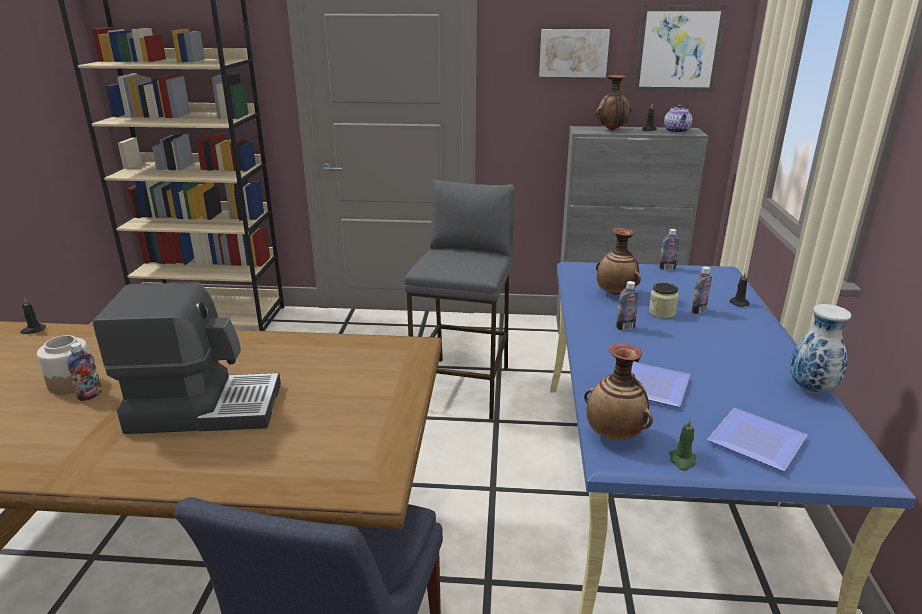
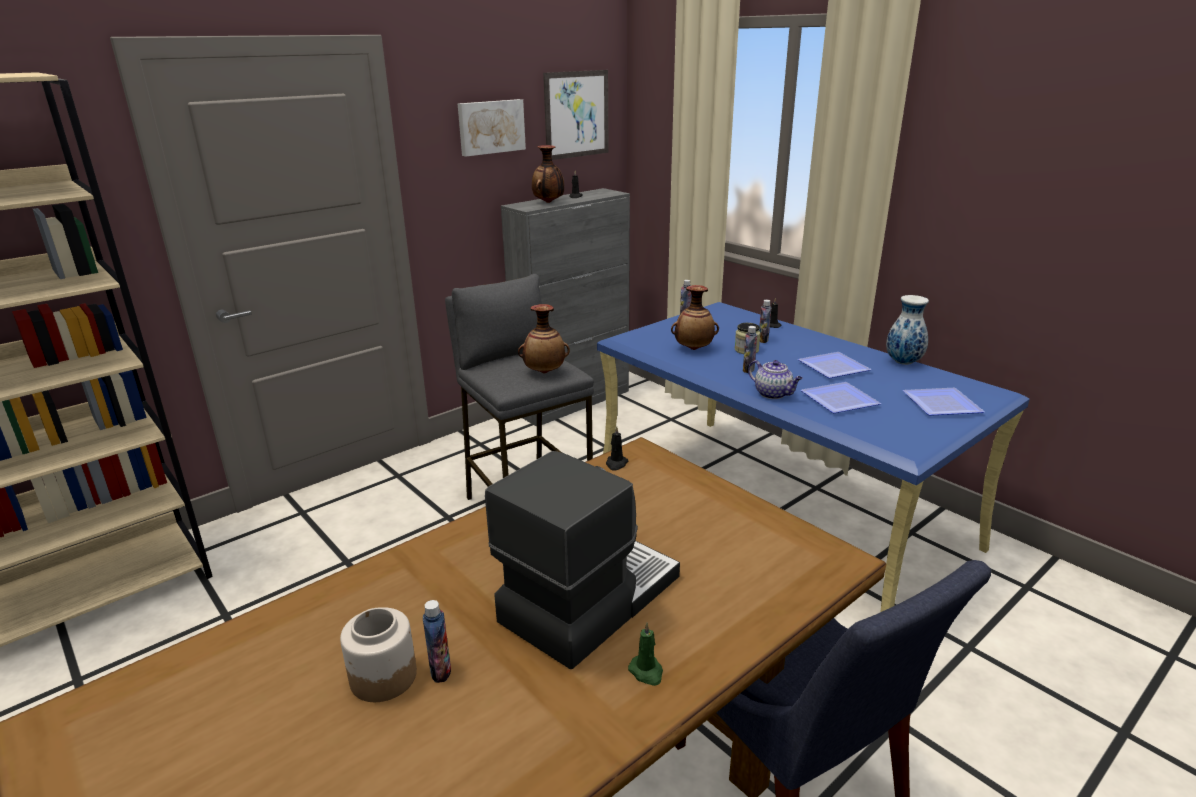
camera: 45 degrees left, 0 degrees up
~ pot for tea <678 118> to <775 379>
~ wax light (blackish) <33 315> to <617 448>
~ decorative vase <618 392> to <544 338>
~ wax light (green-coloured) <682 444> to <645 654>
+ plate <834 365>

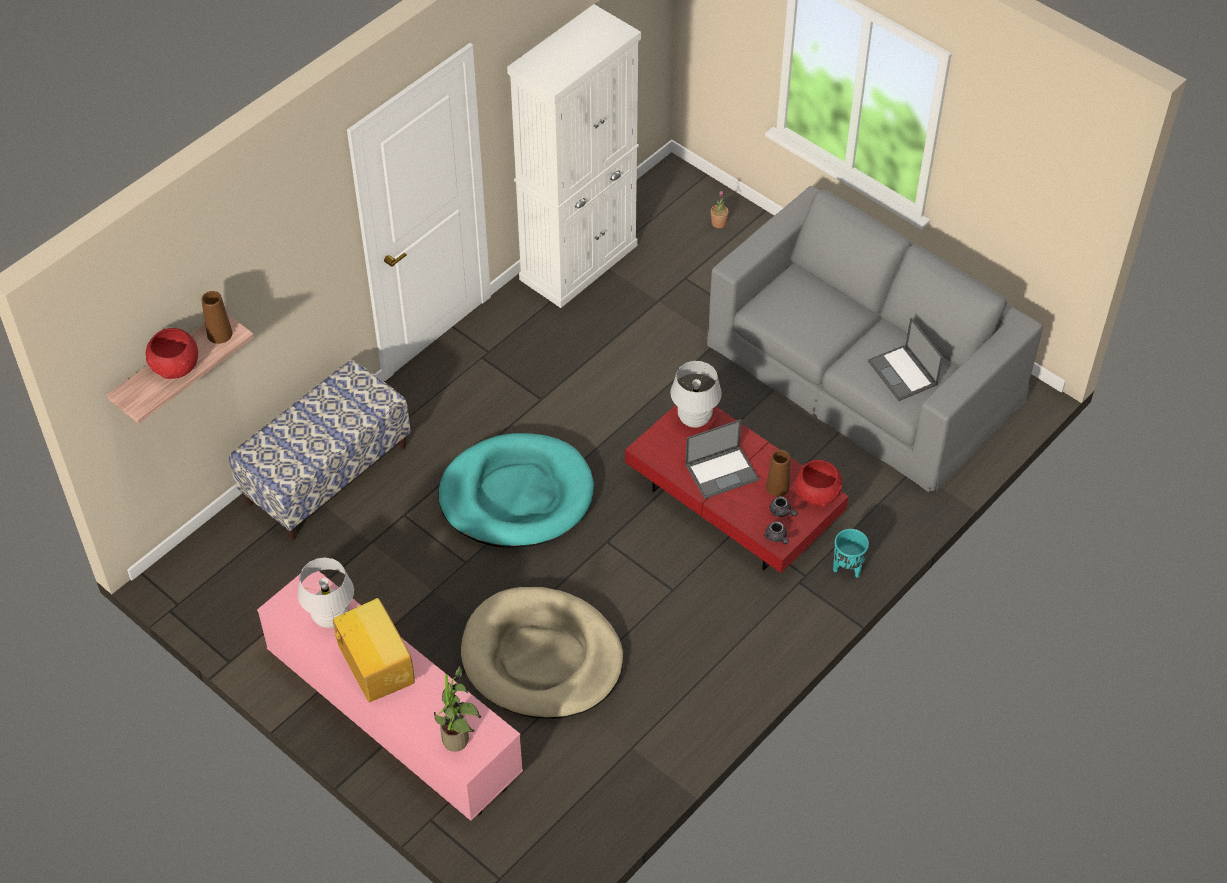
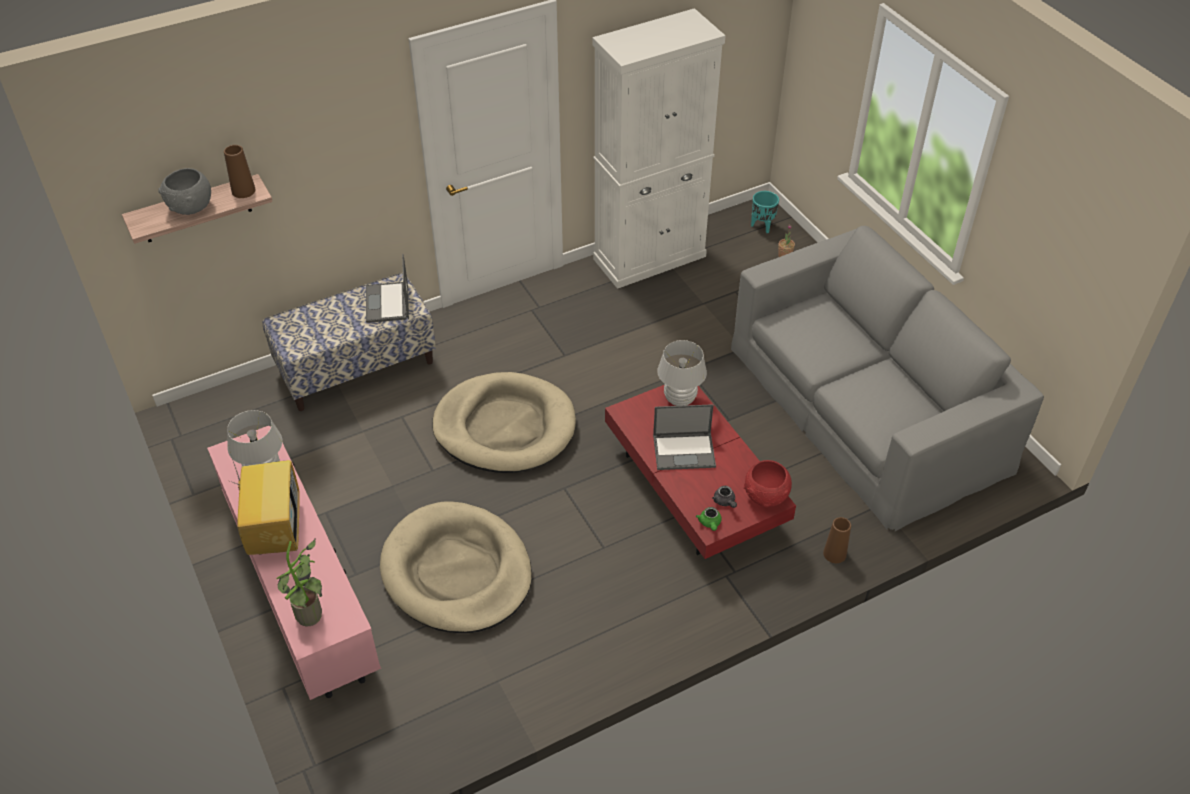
camera: 20 degrees right, 5 degrees down
~ laptop <905 359> to <387 288>
~ bowl (red-coloured) <172 353> to bowl (grey) <184 191>
~ pet bed (turquoise-coloured) <516 490> to pet bed (sand-coloured) <504 422>
~ decorative vase (brownish) <778 473> to <837 540>
~ pot for tea (grey) <776 532> to pot for tea (green-coloured) <709 519>
~ flower pot (turquoise-coloured) <851 553> to <765 212>

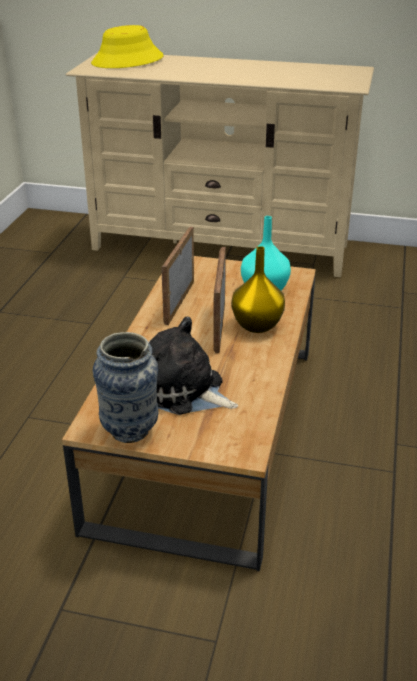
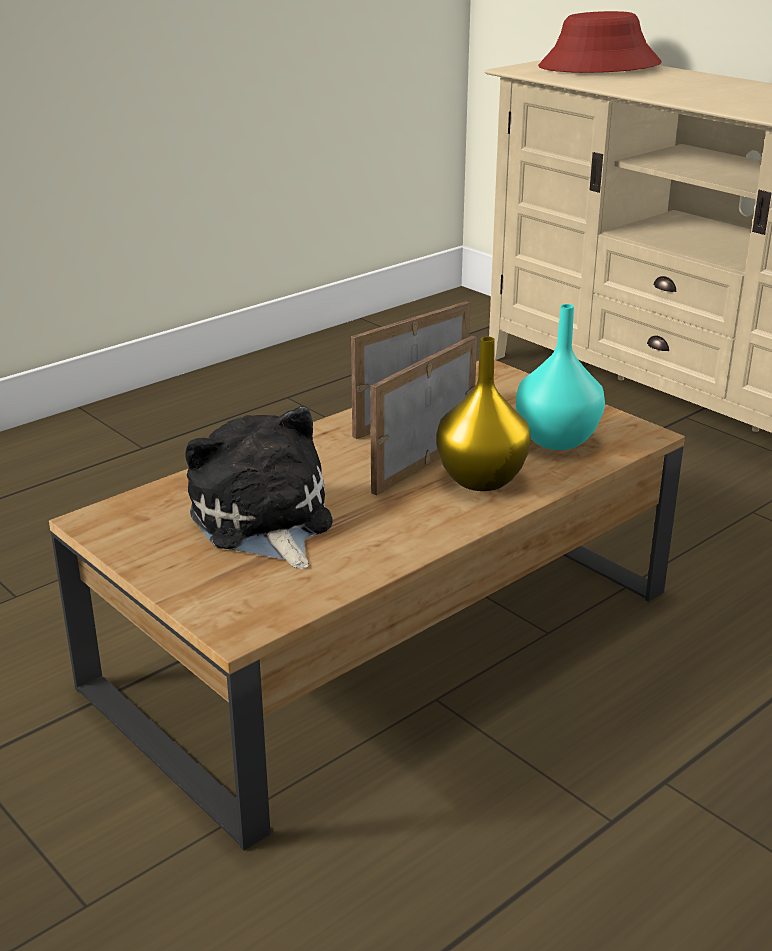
camera: 35 degrees right, 5 degrees down
~ wearable hat (yellow) <127 46> to wearable hat (red-coloured) <600 42>
- decorative vase <125 387>

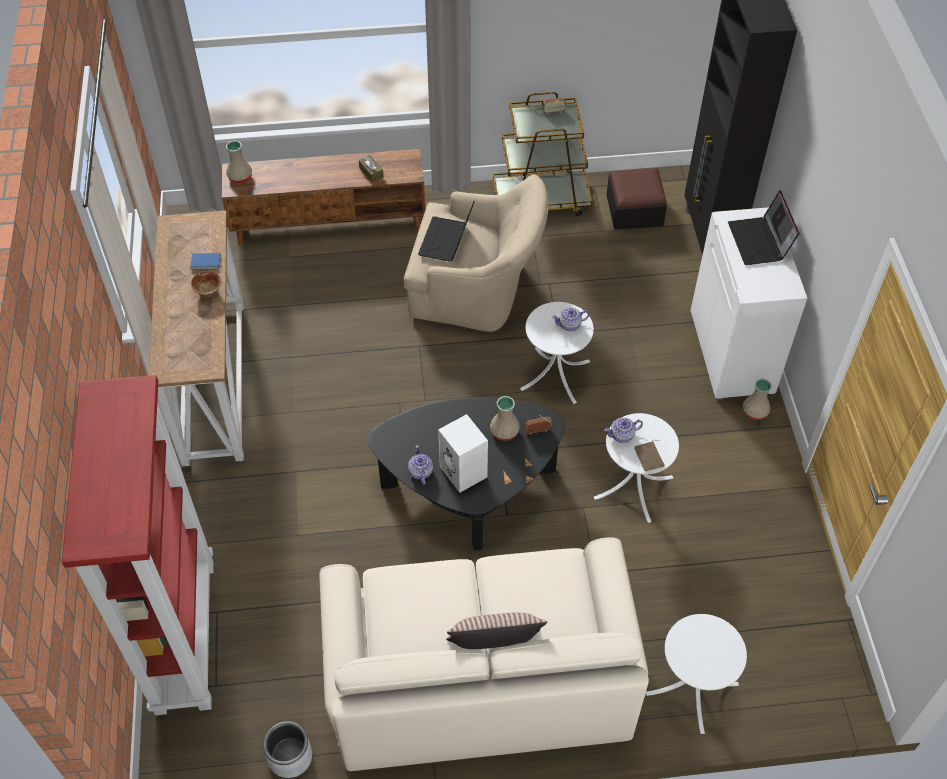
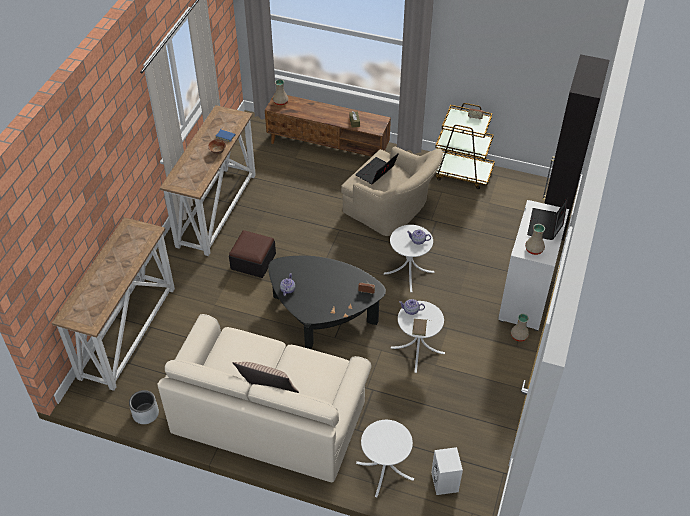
camera: 25 degrees right, 5 degrees down
~ ottoman <636 199> to <252 254>
~ bookshelf (red-coloured) <138 545> to console table <113 304>
~ decorative vase (sand-coloured) <505 418> to <535 239>
~ speaker (white-coloured) <463 453> to <447 471>

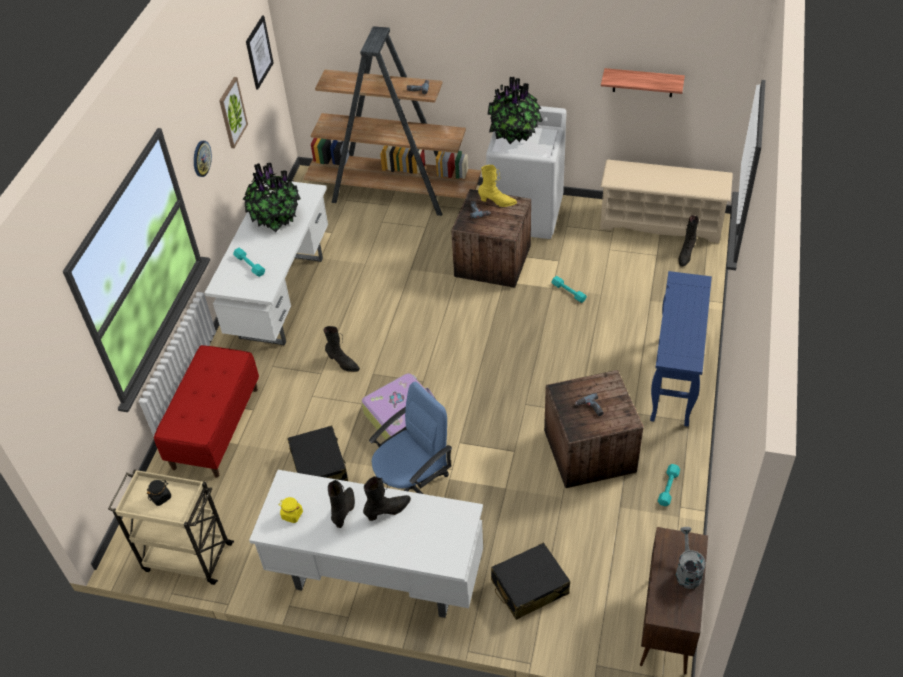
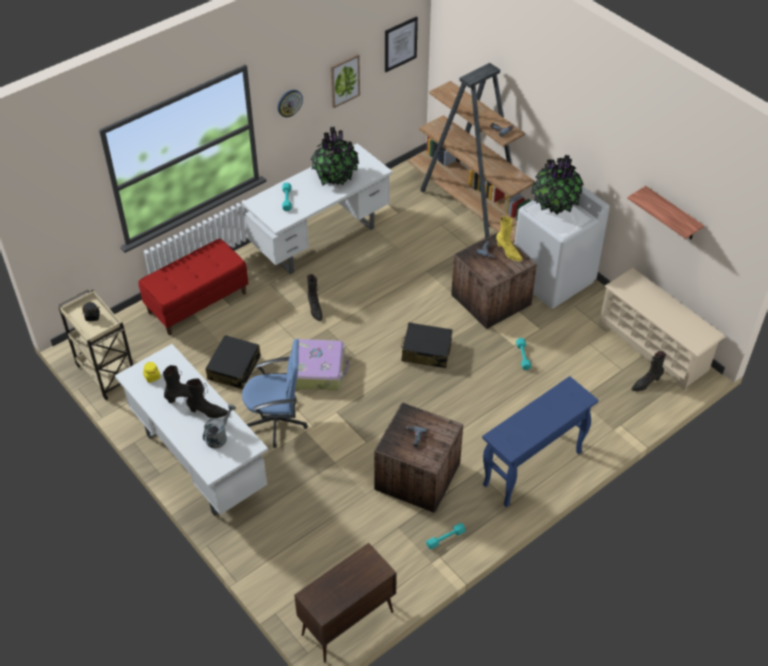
camera: 35 degrees right, 0 degrees up
~ watering pot (grey) <691 558> to <219 426>
~ piece of luggage (blackish) <530 581> to <427 345>

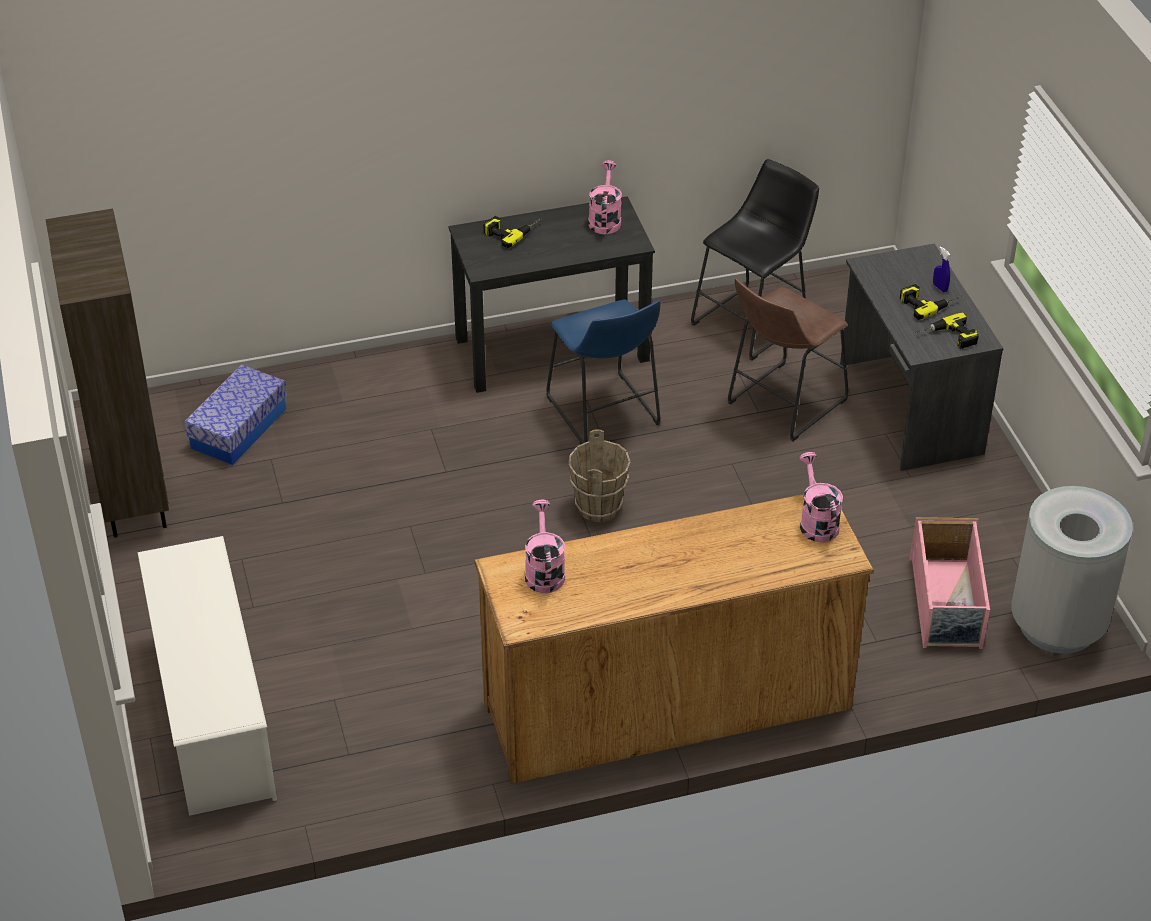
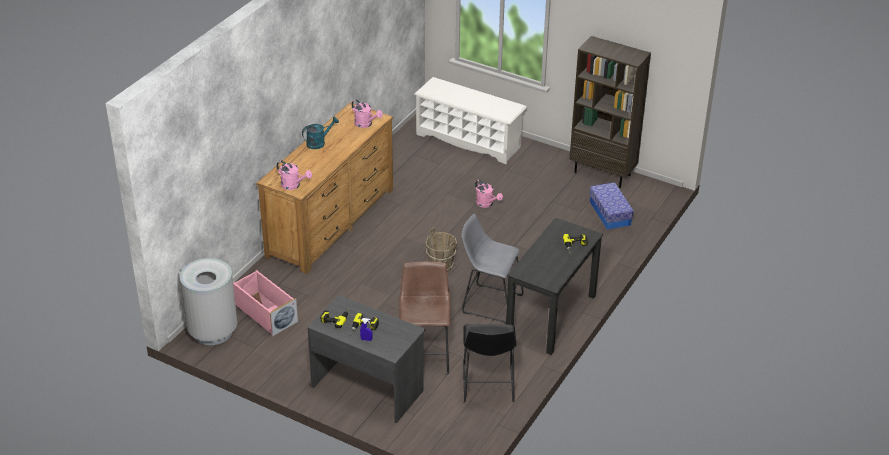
camera: 135 degrees right, 5 degrees down
~ watering pot (pink) <605 197> to <489 194>
~ stool seat (blue) <603 372> to stool seat (grey) <492 268>
+ watering pot (turquoise-coloured) <320 133>

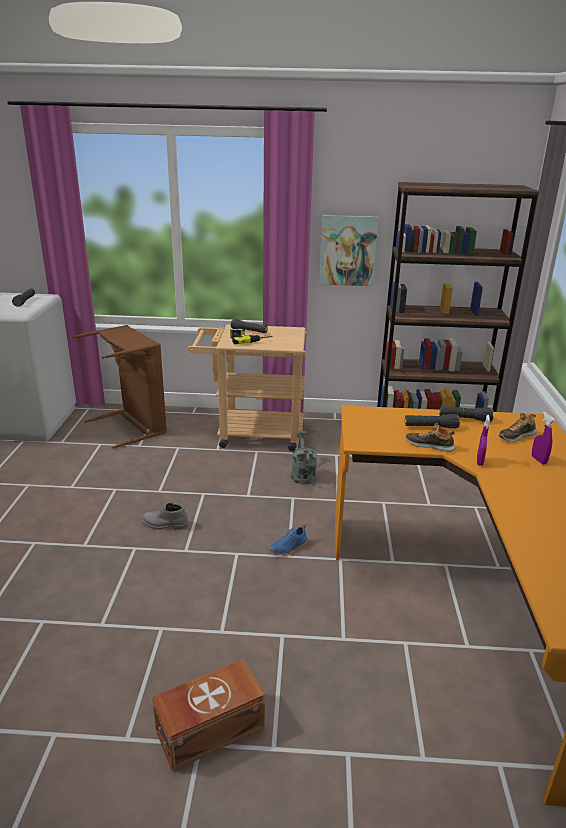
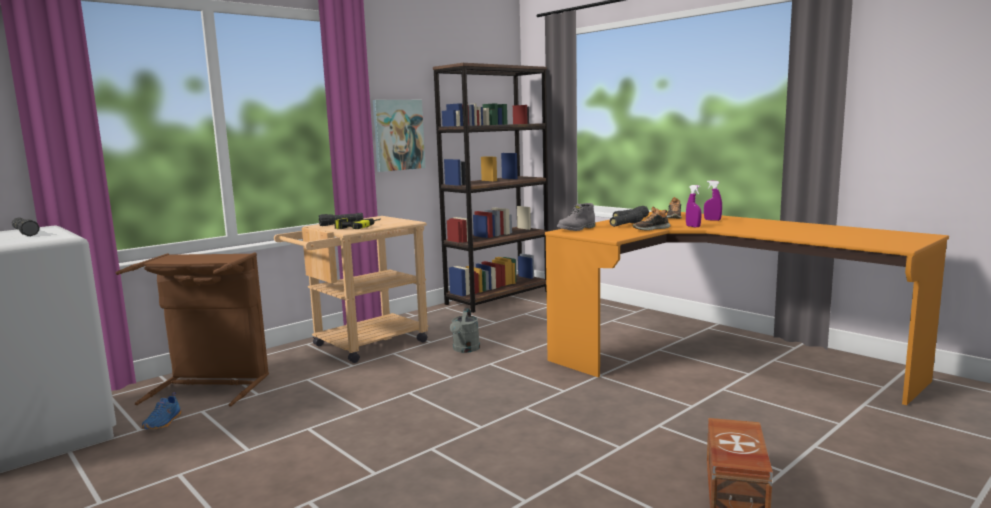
camera: 45 degrees left, 15 degrees down
~ watering pot (grey) <304 458> = <465 330> 120 degrees counterclockwise
~ high-top boot (grey) <165 516> to <576 217>
~ shoe (blue) <288 540> to <161 410>

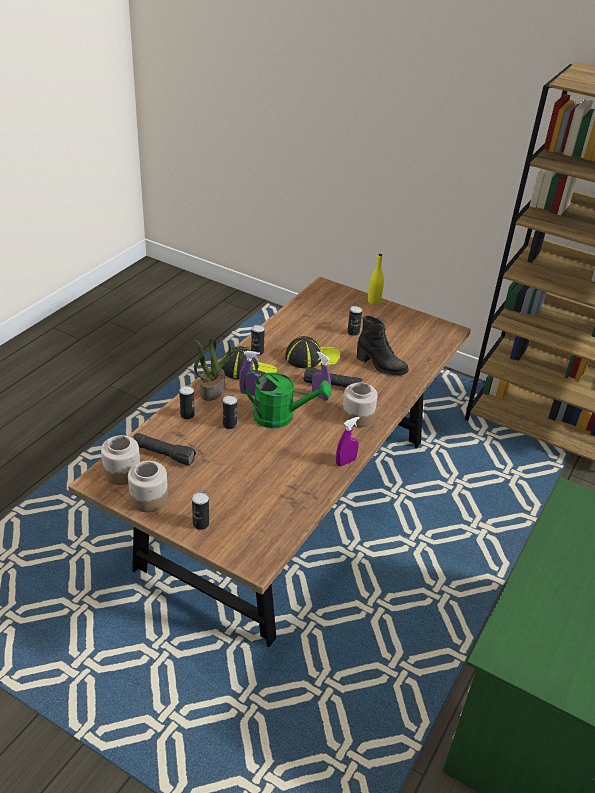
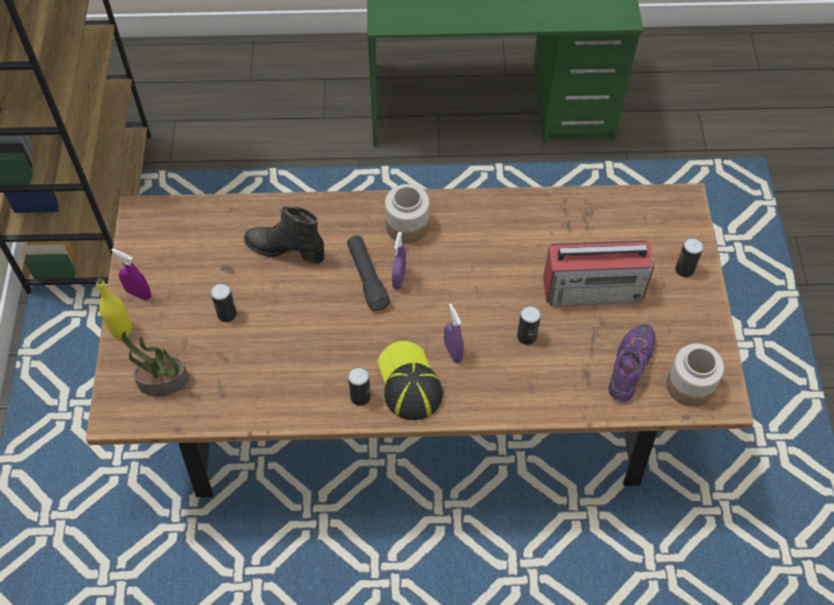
camera: 120 degrees left, 20 degrees up
~ high-top boot (blackish) <383 345> = <284 235> 75 degrees counterclockwise
- cap <312 352>
~ plant in a pot <212 369> to <155 363>
- watering pot (green-coloured) <287 399>
- metal can <187 402>
~ spray bottle (purple-coloured) <348 441> to <131 274>
~ hand torch (blackish) <164 449> to shoe (purple-coloured) <631 363>
- jar <148 486>
+ radio <599 273>

